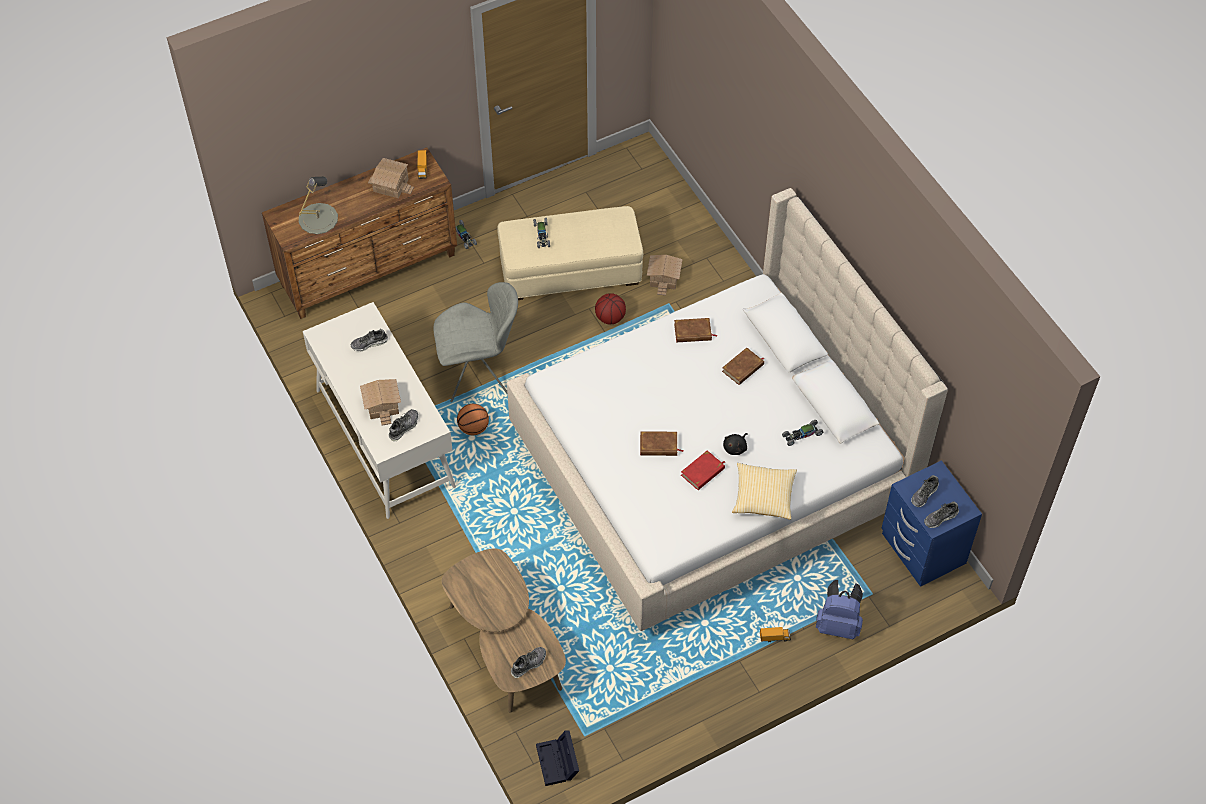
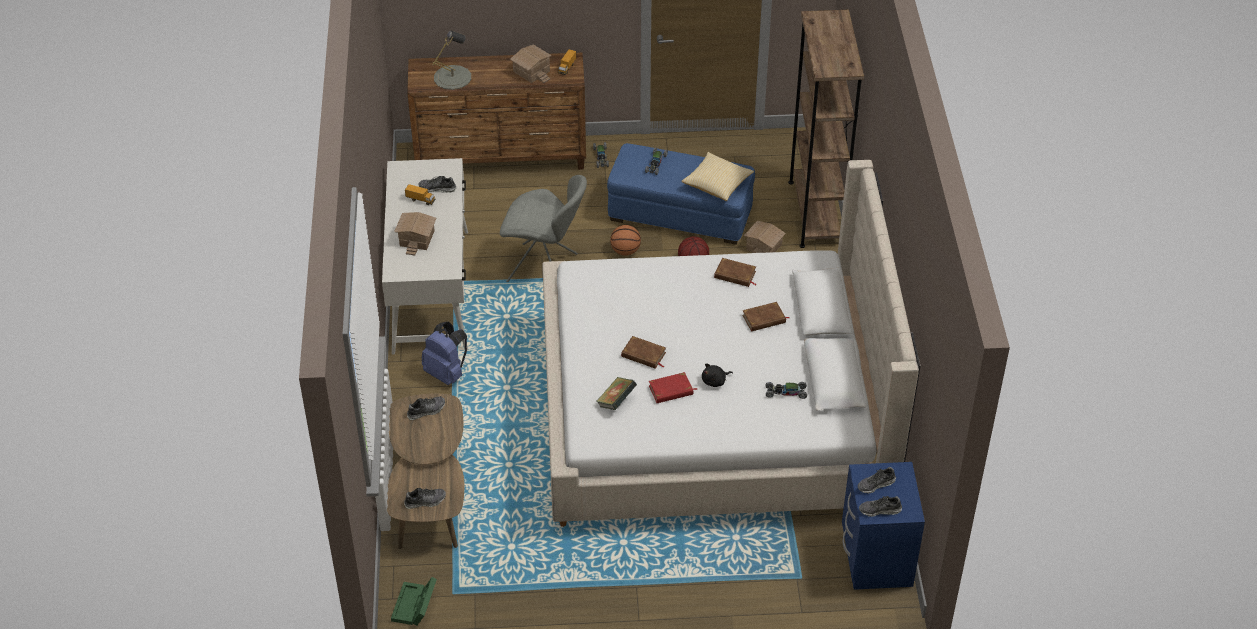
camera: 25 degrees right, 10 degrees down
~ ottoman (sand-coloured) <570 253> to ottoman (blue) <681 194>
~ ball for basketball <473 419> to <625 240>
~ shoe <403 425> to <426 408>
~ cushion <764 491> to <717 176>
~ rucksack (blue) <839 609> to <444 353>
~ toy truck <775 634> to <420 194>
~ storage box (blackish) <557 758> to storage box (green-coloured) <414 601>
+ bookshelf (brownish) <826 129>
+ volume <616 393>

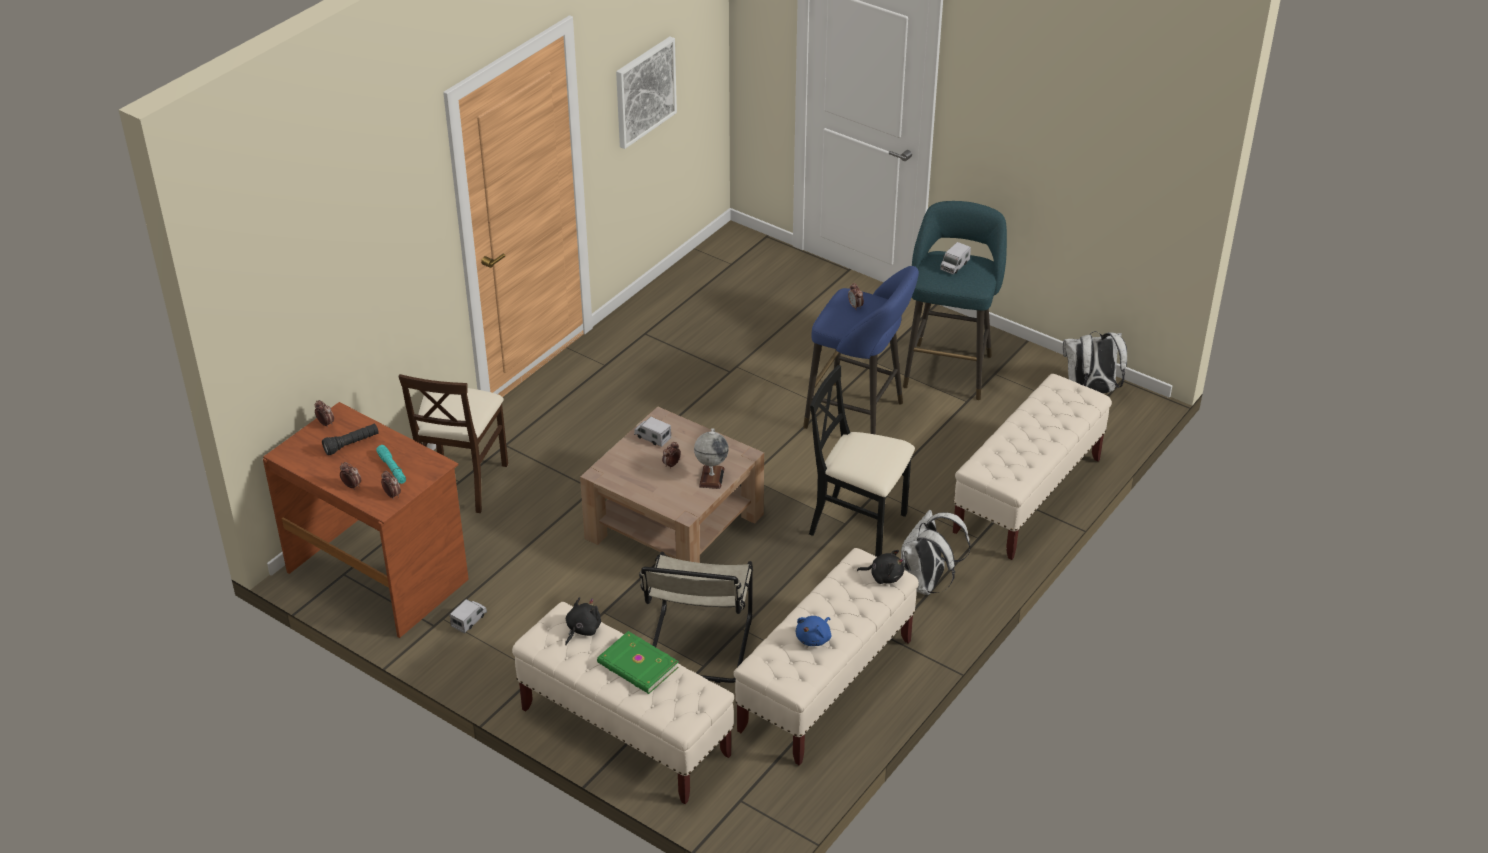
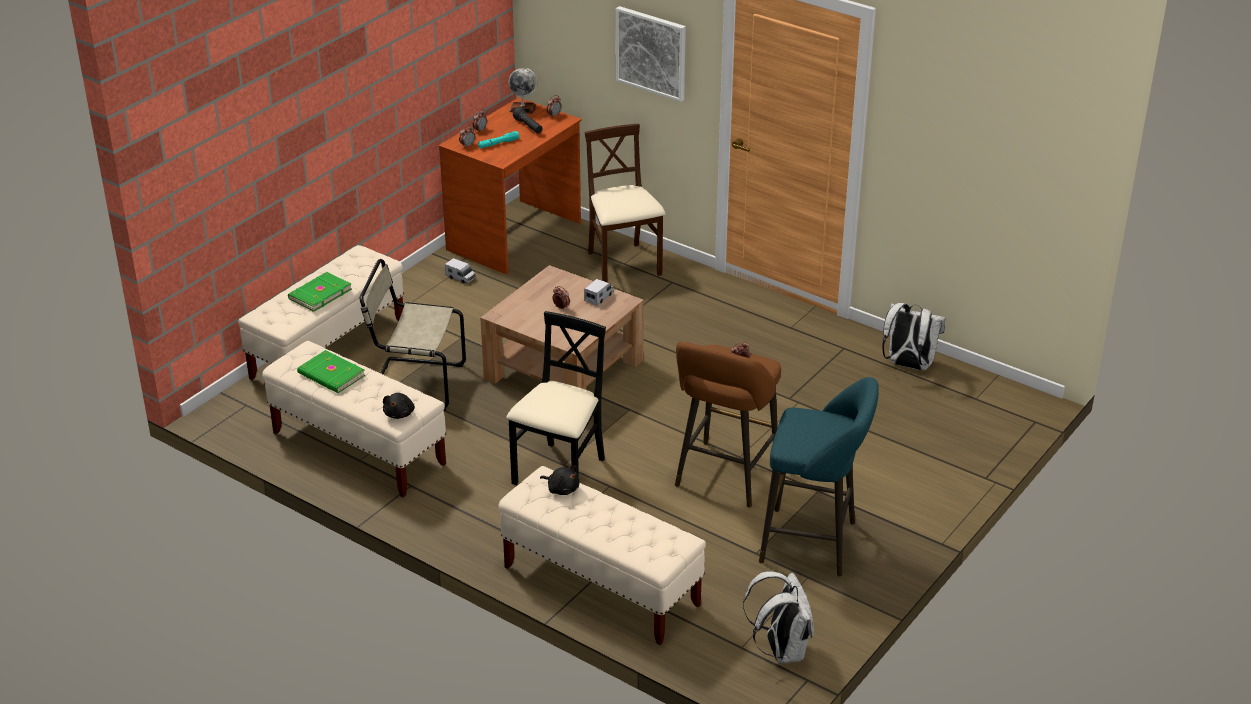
camera: 90 degrees right, 5 degrees down
~ wall picture <646 92> to <651 54>
- toy truck <955 258>
~ stool seat (blue) <861 350> to stool seat (brownish) <728 424>
~ upright chair (sand-coloured) <453 443> = <625 203> 60 degrees clockwise
~ globe <711 458> to <523 91>
~ rucksack (white-coloured) <935 552> to <913 336>
~ soft toy (blackish) <583 621> to <559 480>
~ soft toy (blue) <813 631> to volume (green-coloured) <331 371>

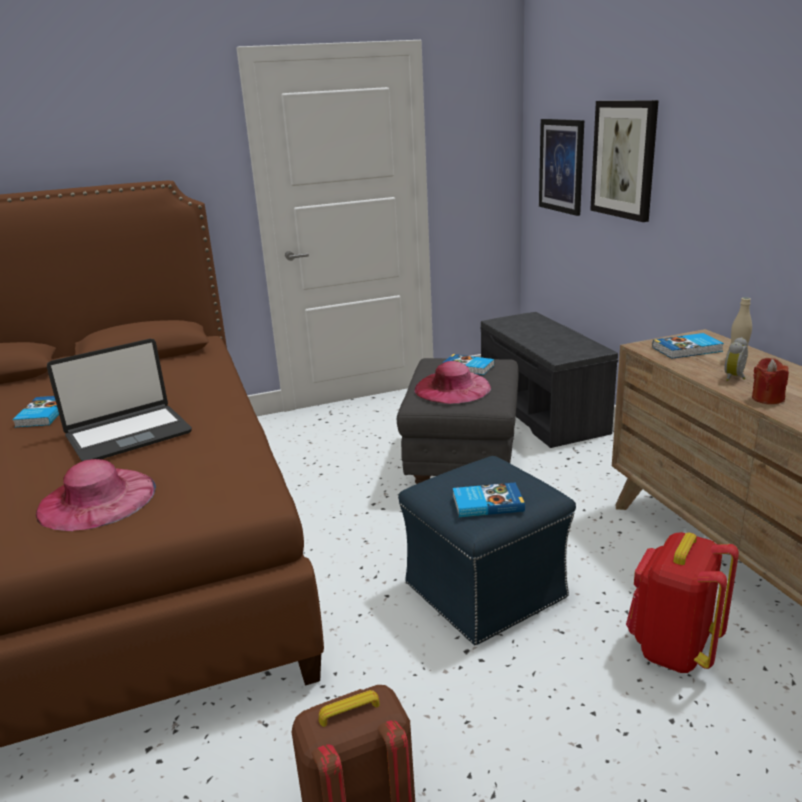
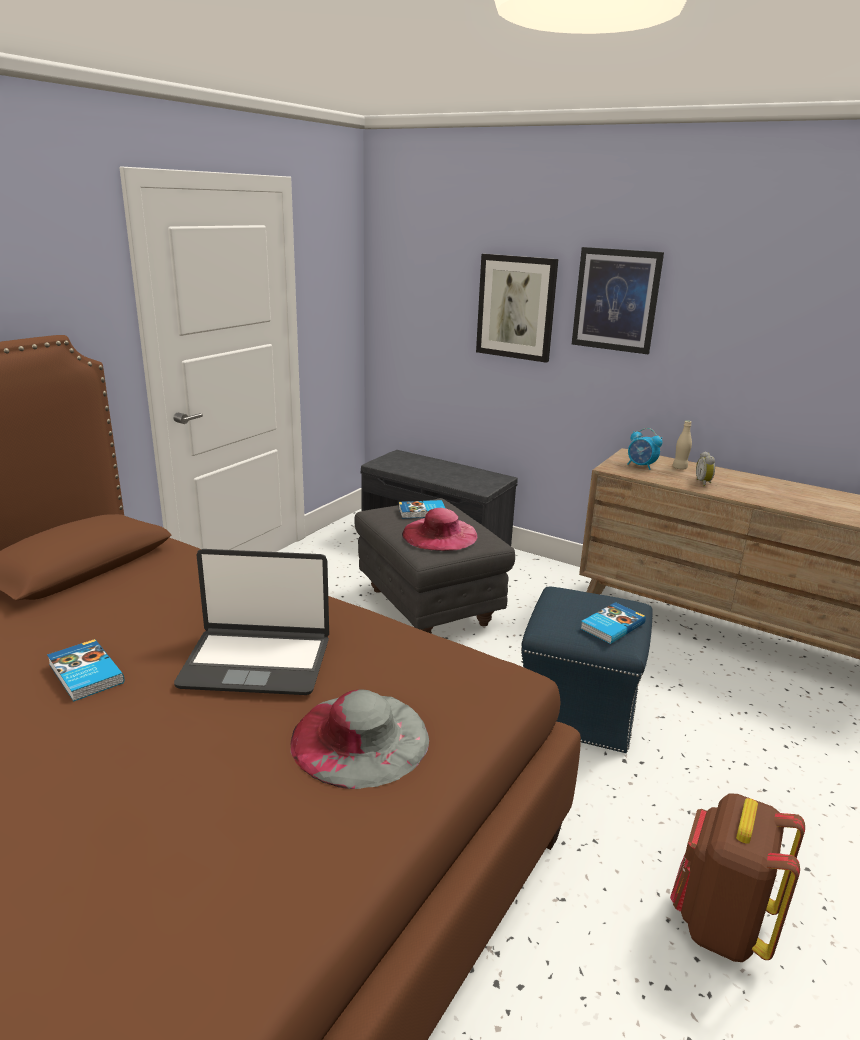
camera: 40 degrees left, 0 degrees up
~ wall picture <561 167> to <618 300>
~ volume <688 346> to bedside clock <645 449>
~ laptop <119 400> = <251 622> 75 degrees clockwise
- wax light (red-coloured) <770 381>
~ wearable hat (pink) <95 495> to wearable hat (grey) <360 739>
- rucksack (red-coloured) <682 602>

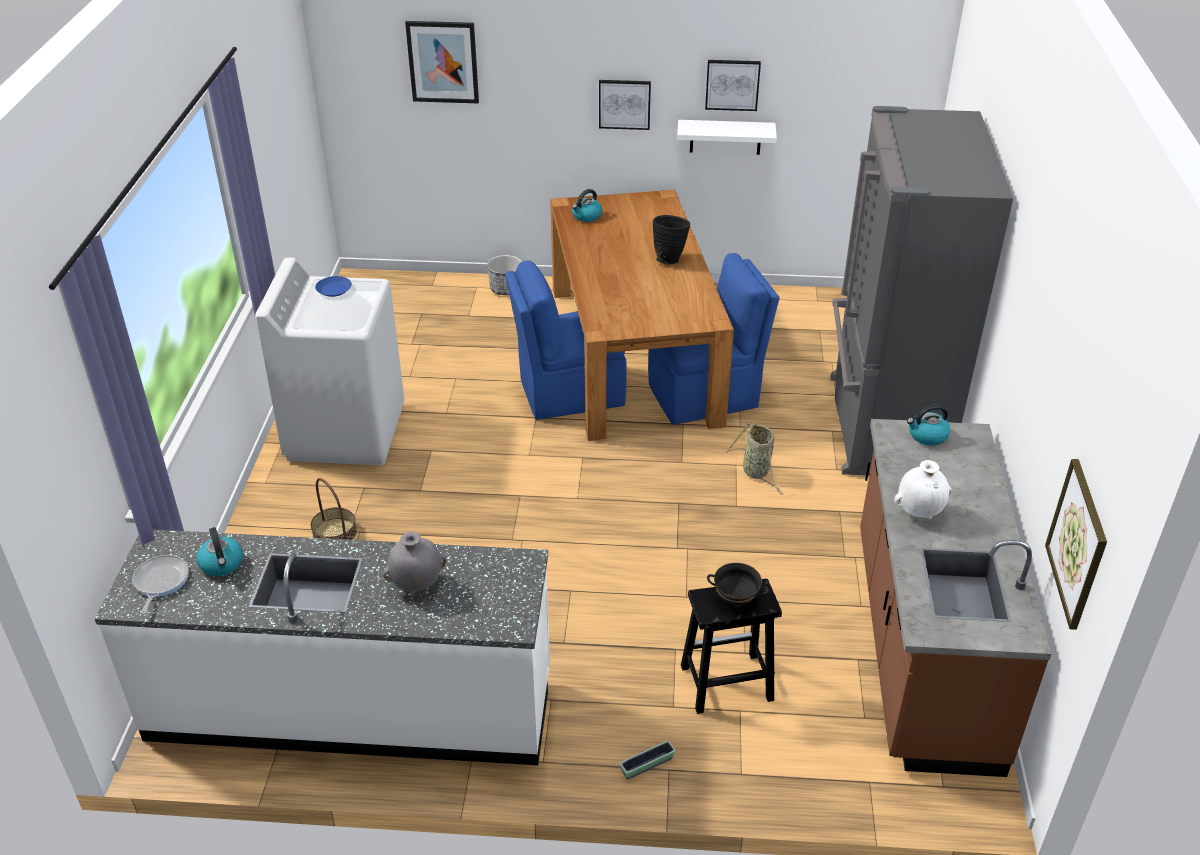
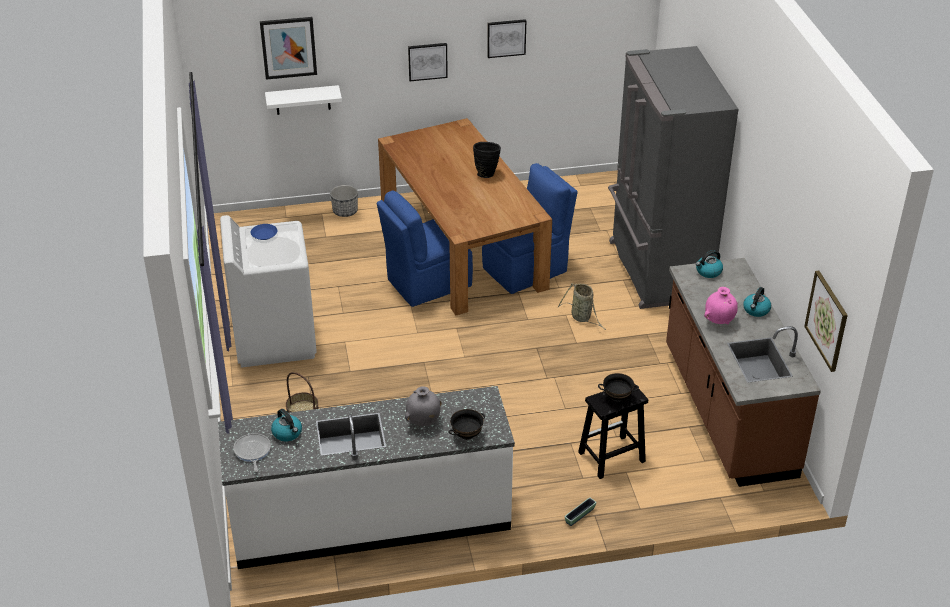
camera: 15 degrees left, 0 degrees up
~ shelf (white-coloured) <727 137> to <303 100>
~ kettle <587 205> to <757 302>
~ decorative vase (white-coloured) <923 489> to decorative vase (pink) <721 305>
+ bowl (blackish) <467 424>

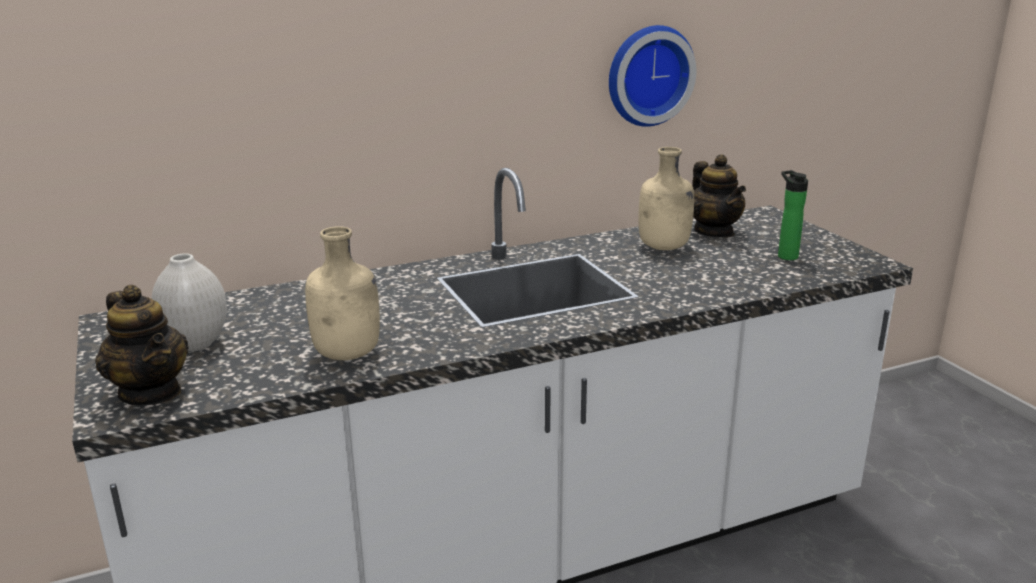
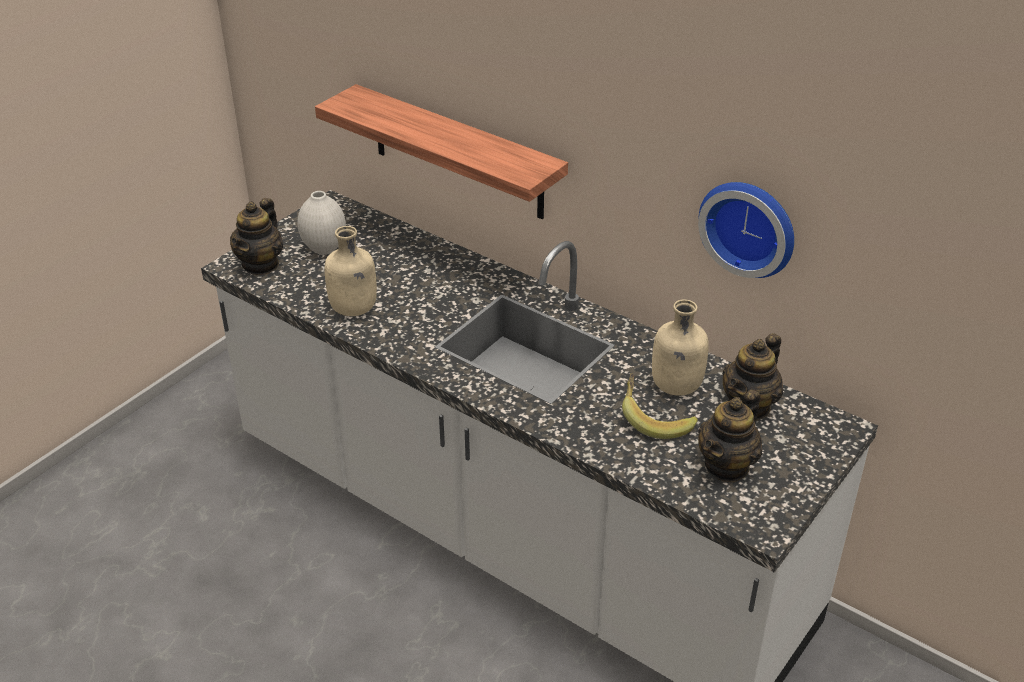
camera: 60 degrees right, 15 degrees up
~ drink bottle <793 215> to pot for tea <730 436>
+ shelf <441 151>
+ whole banana <660 406>

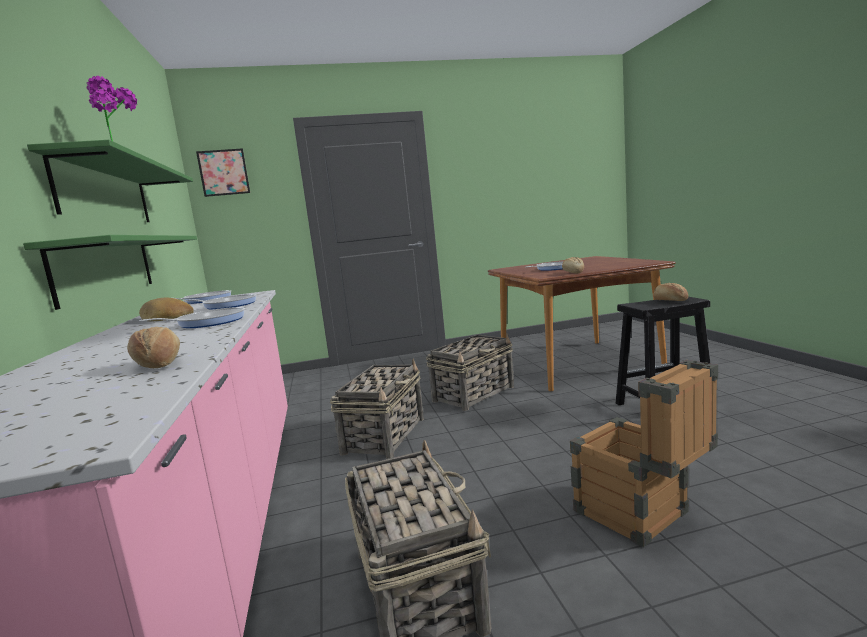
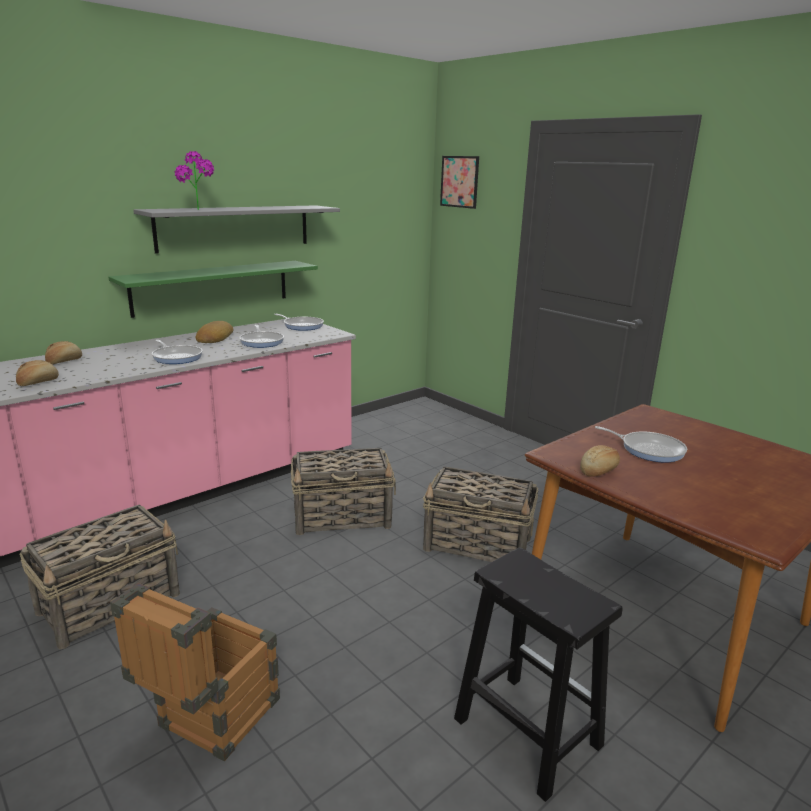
camera: 60 degrees right, 10 degrees up
~ shelf (green-coloured) <110 181> to shelf (grey) <236 229>
~ bread <670 292> to <63 352>

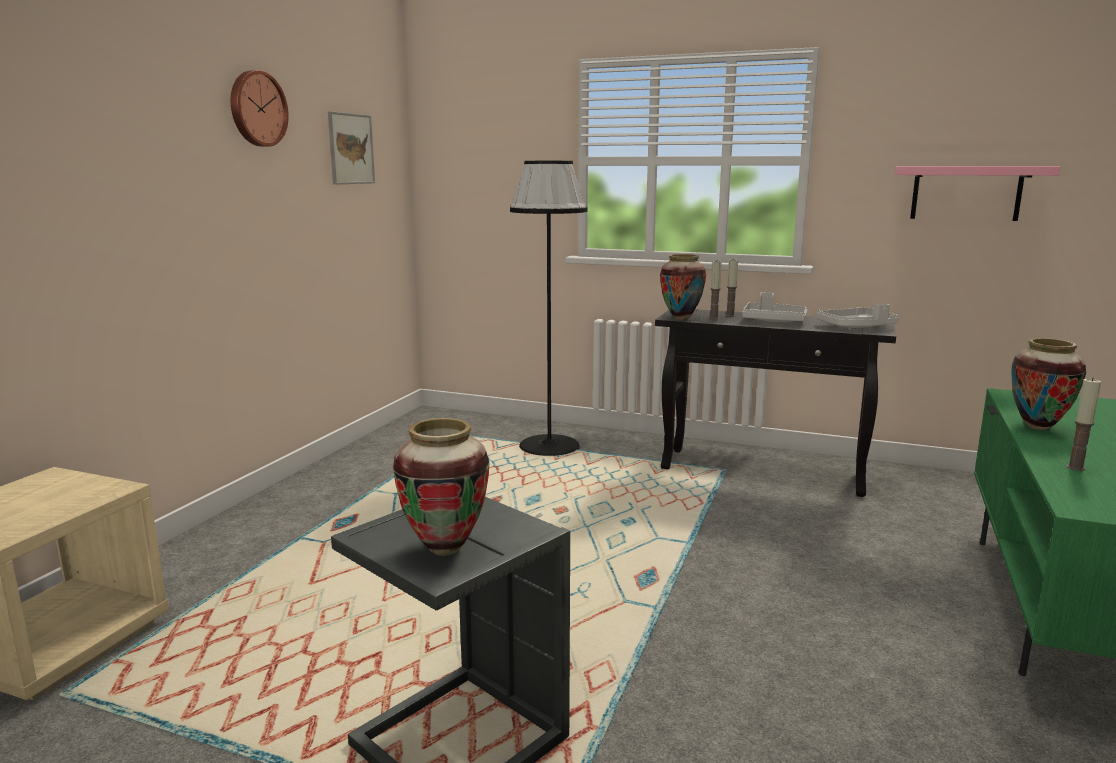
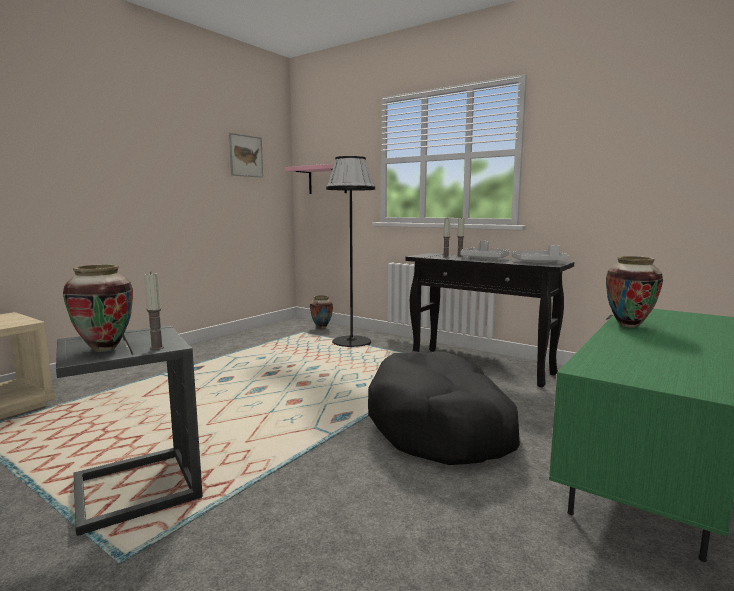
camera: 15 degrees right, 5 degrees down
- wall clock <260 108>
~ shelf (pink) <977 193> to <316 179>
~ decorative vase <683 287> to <321 312>
~ wax light <1084 424> to <154 311>
+ pet bed (blackish) <444 408>

